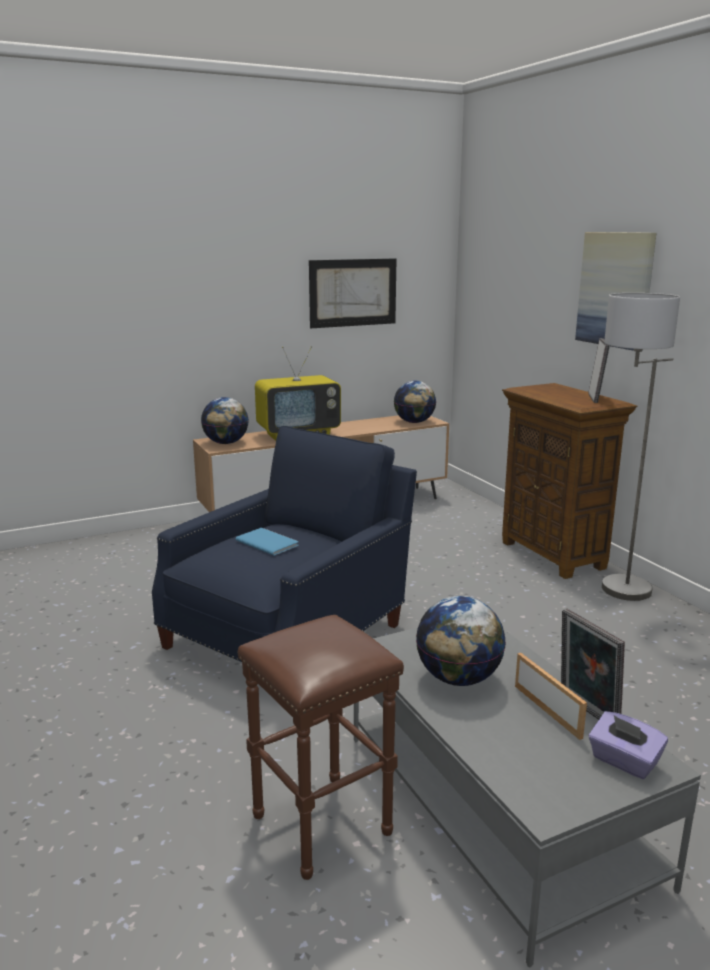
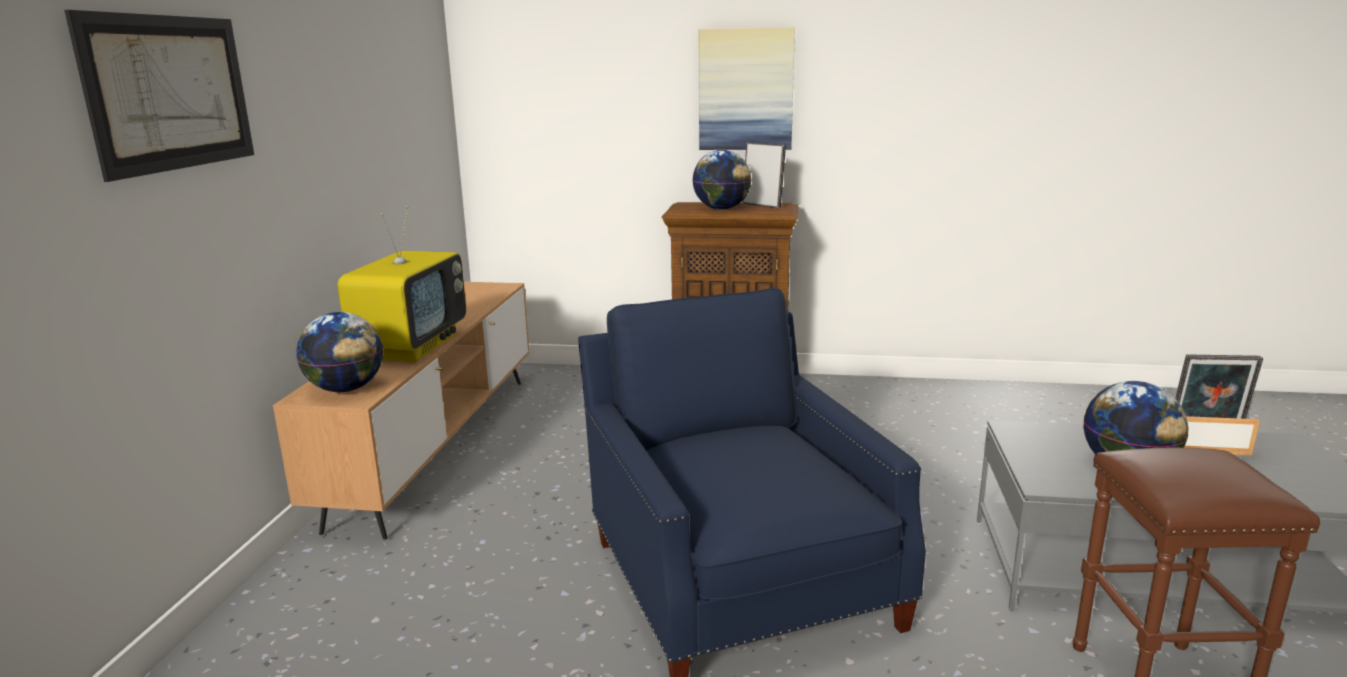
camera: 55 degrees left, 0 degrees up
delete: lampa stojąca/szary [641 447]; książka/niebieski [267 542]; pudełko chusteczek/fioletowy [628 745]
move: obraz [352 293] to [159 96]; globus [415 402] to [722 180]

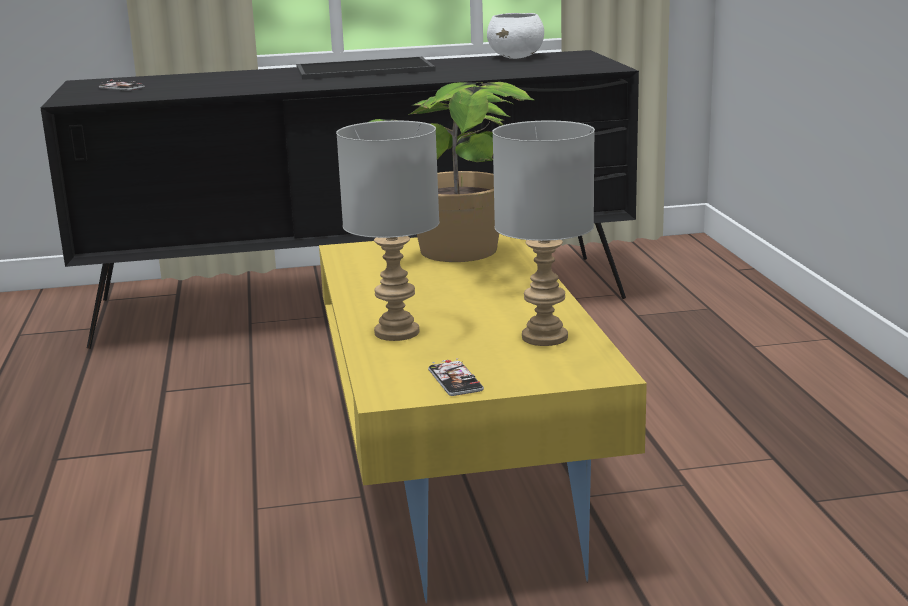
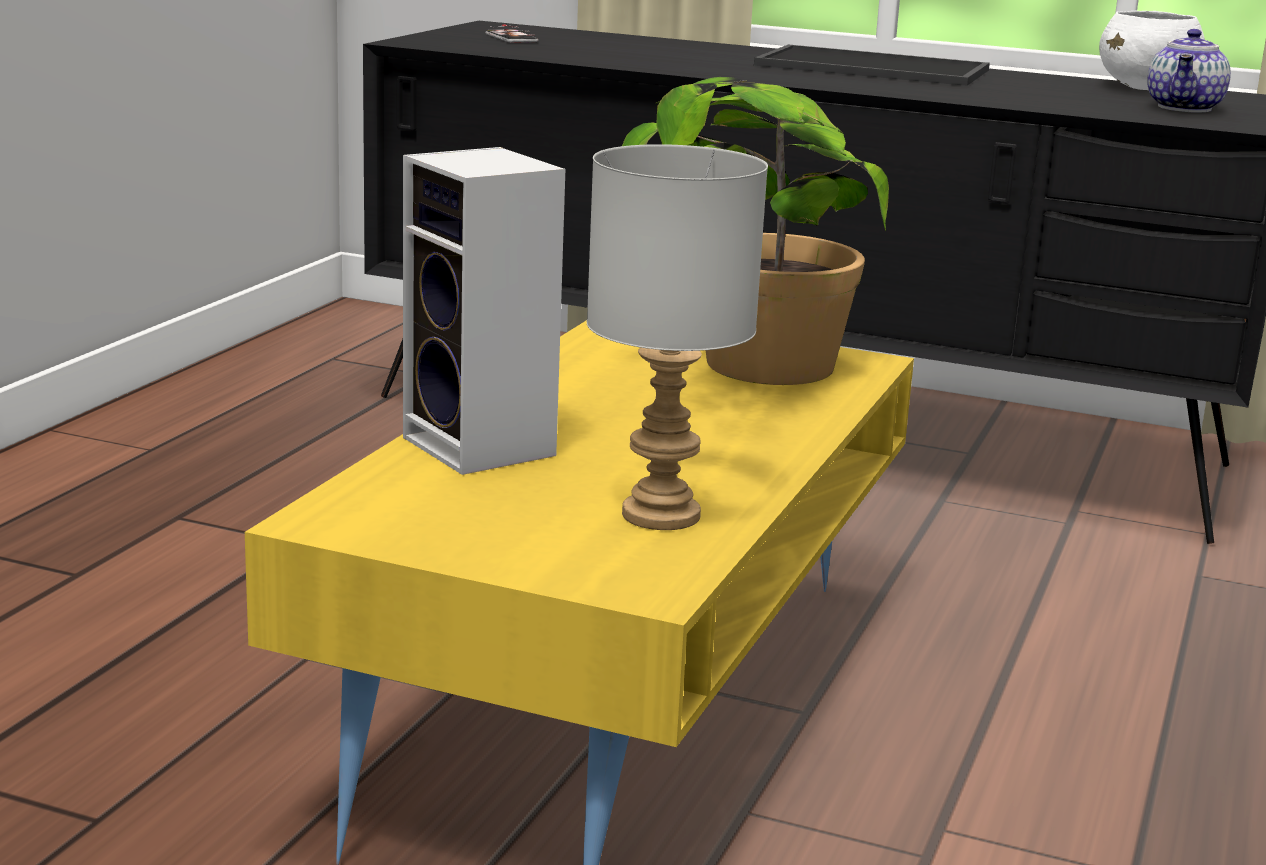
camera: 30 degrees right, 0 degrees up
delete: telefon [456 377]
insert: imbryk [1189 71]
replace: lampa stołowa/szary [388 231] to głośnik [484 311]

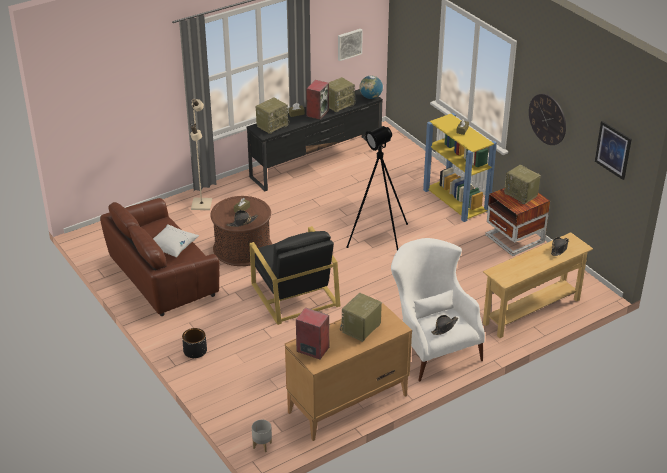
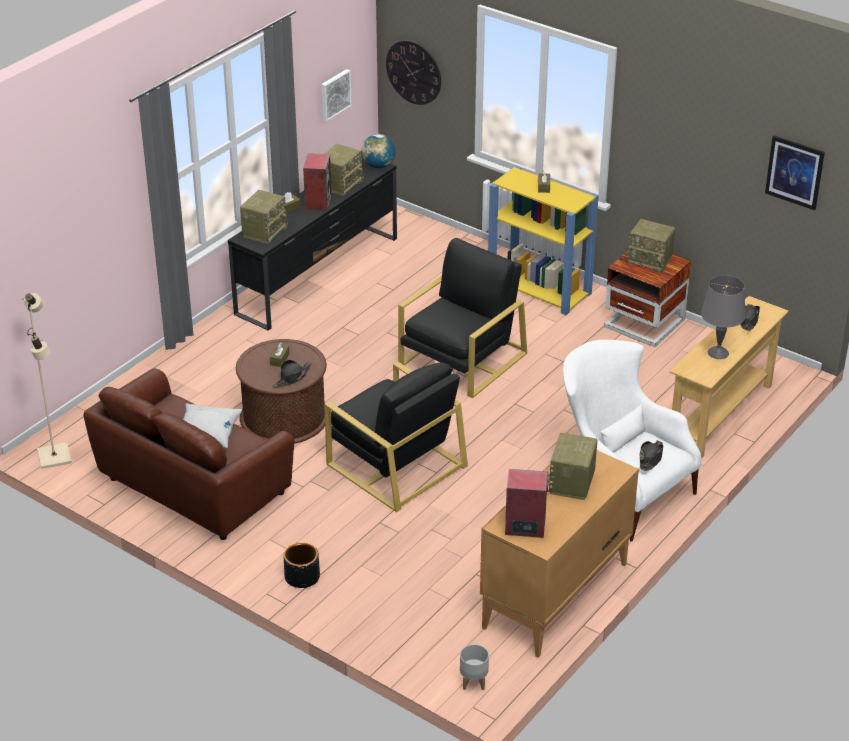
camera: 20 degrees left, 0 degrees up
insert: lampa stołowa/szary [723 317]
move: zegar ścienny [547 119] to [413 72]; lampa stojąca/beżowy [201 154] to [48 381]
replace: lampa stojąca/czarny [377 188] to fotel/czarny [462 318]

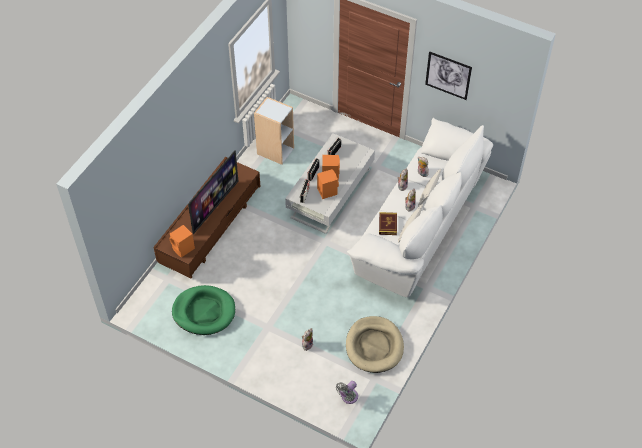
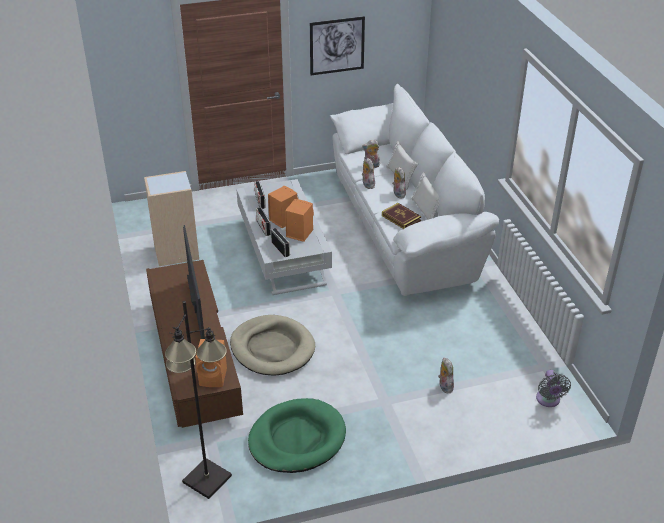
camera: 45 degrees left, 15 degrees down
insert: lampa stojąca/czarny [198 400]
move: legowisko/beżowy [375 344] to [272 345]

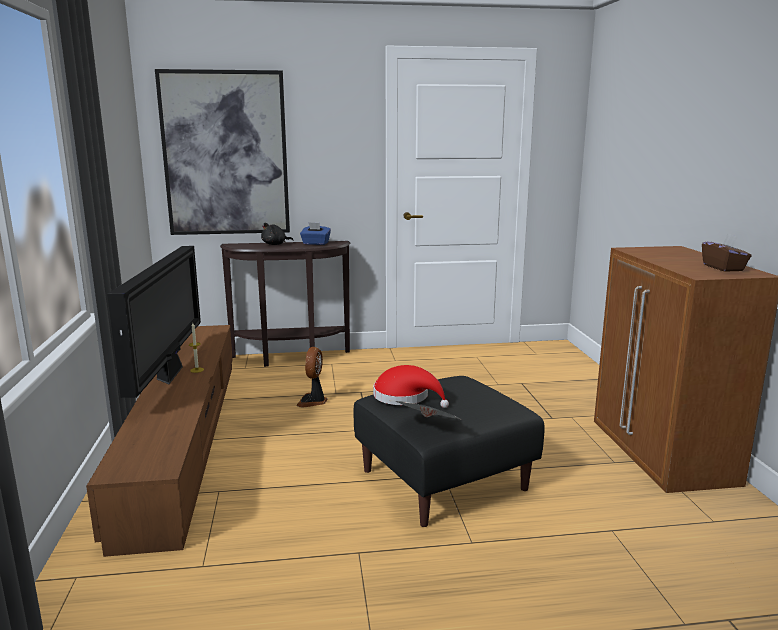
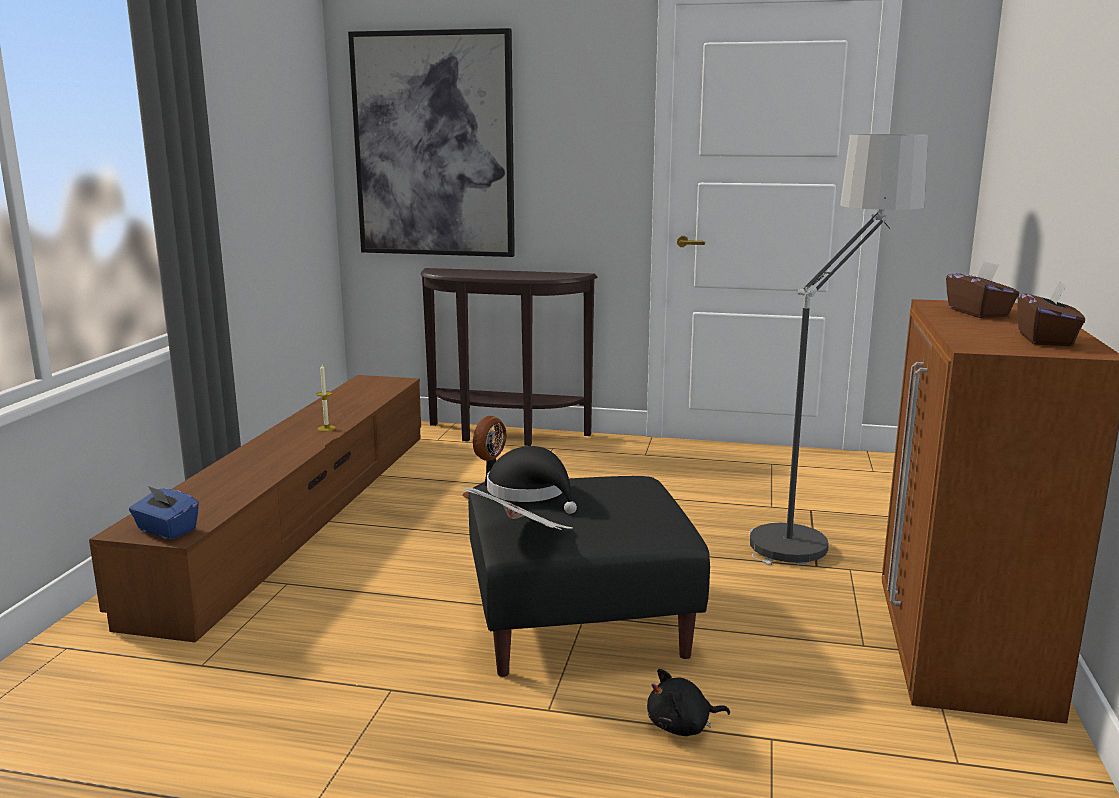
camera: 20 degrees right, 0 degrees up
delete: telewizor [154 322]
insert: lampa stojąca [838 349]; pudełko chusteczek/brązowy [982 289]
move: pudełko chusteczek/niebieski [315 233] to [164 513]; pluszak/czarny [277 234] to [688 702]
recolor: kapelusz/czerwony [411 386] to kapelusz/czarny [532 480]

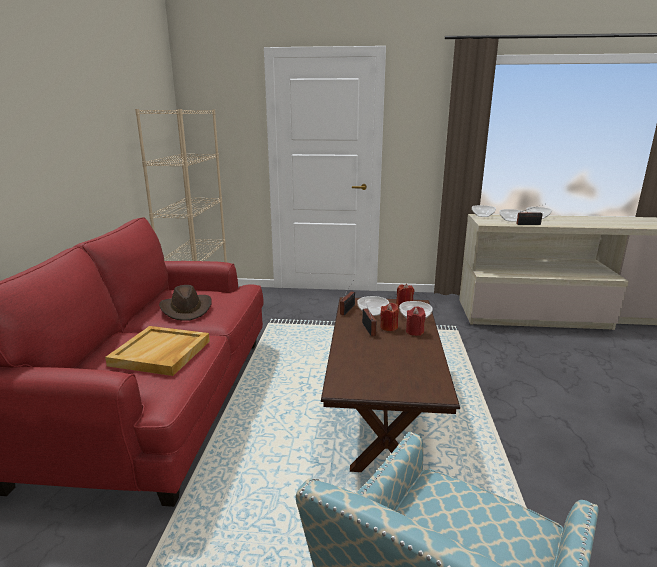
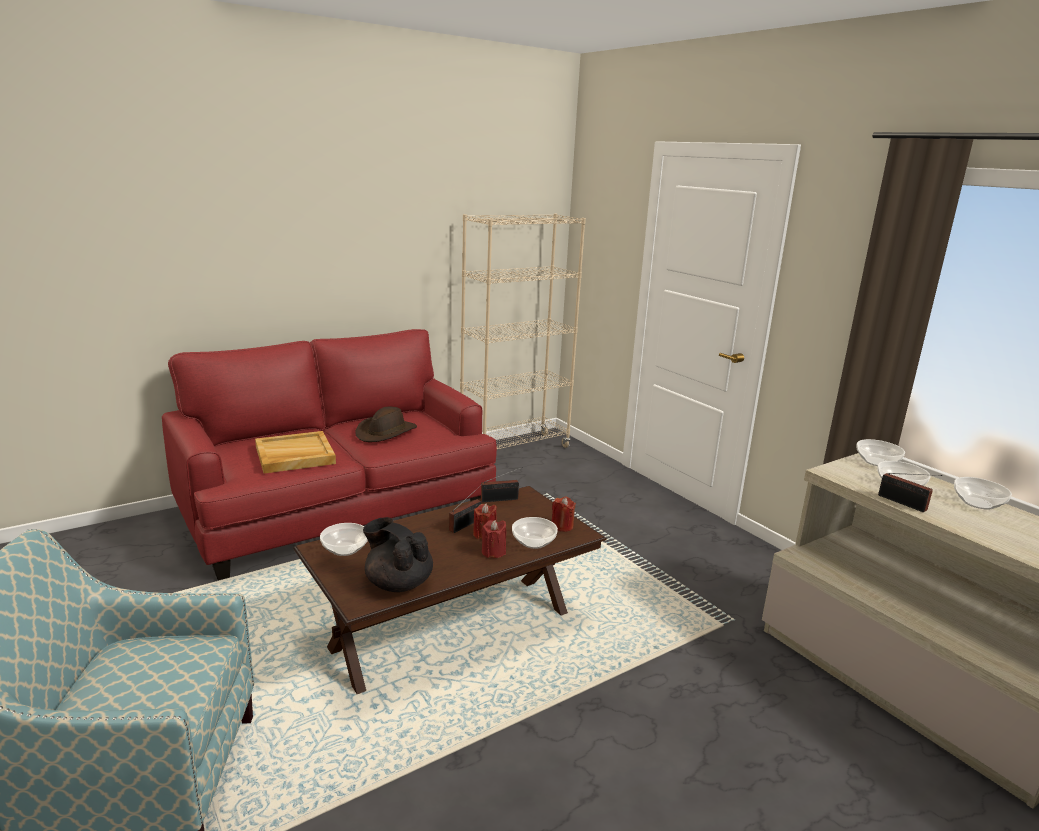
camera: 50 degrees right, 0 degrees up
insert: imbryk/czarny [398 554]
move: miska [373 306] to [344 539]

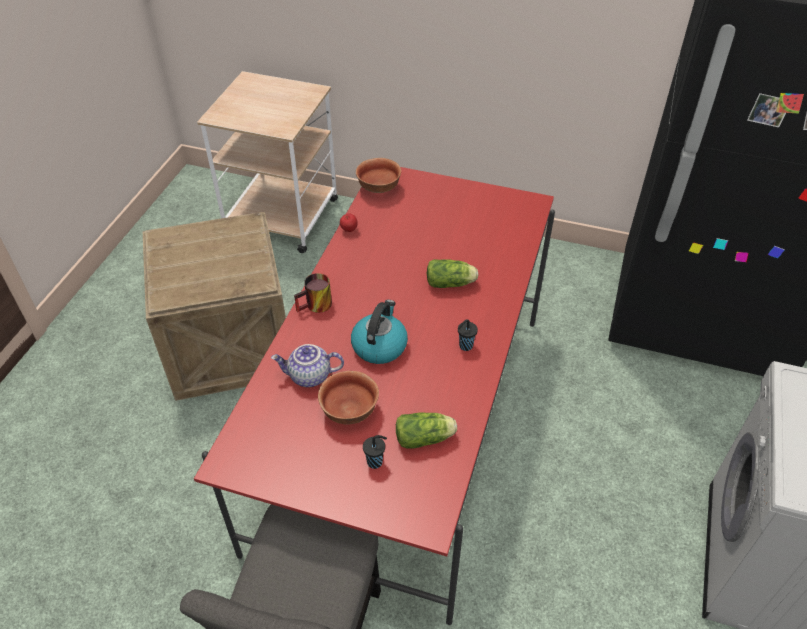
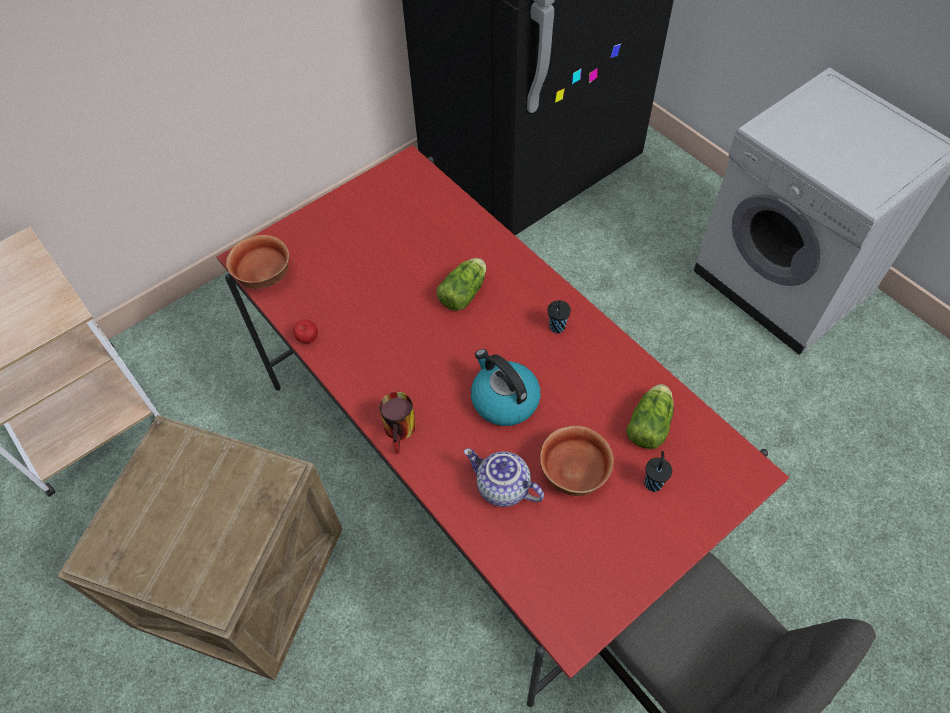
camera: 55 degrees left, 10 degrees up
rotate: imbryk [307 365] = [504 477] 90 degrees clockwise

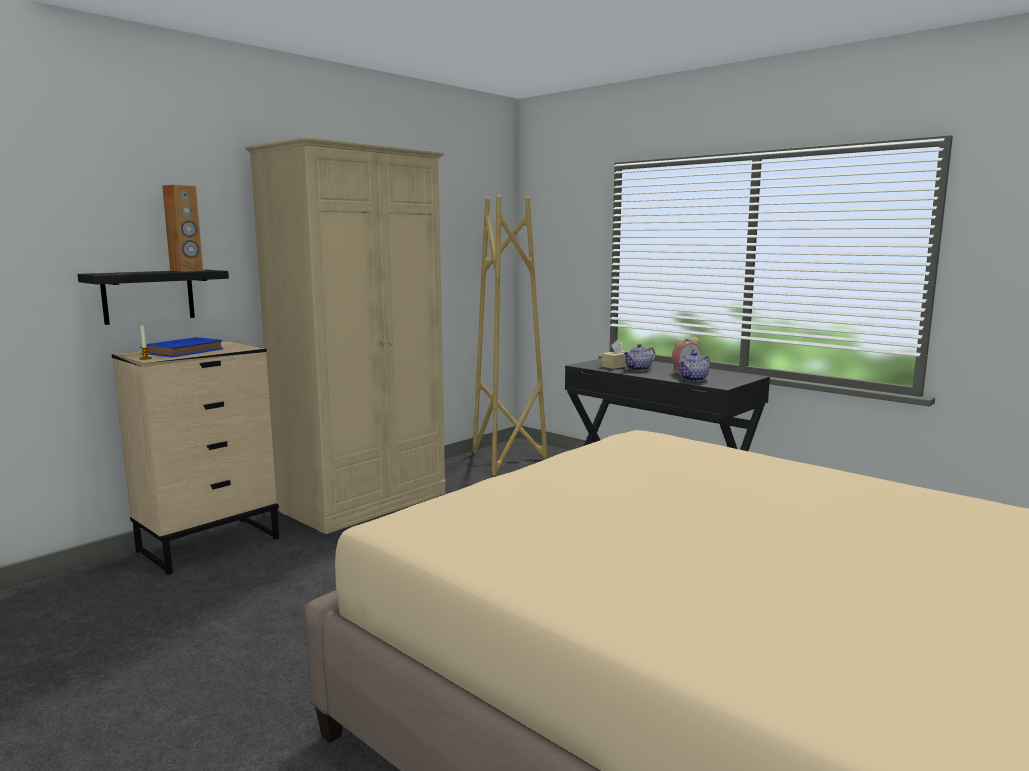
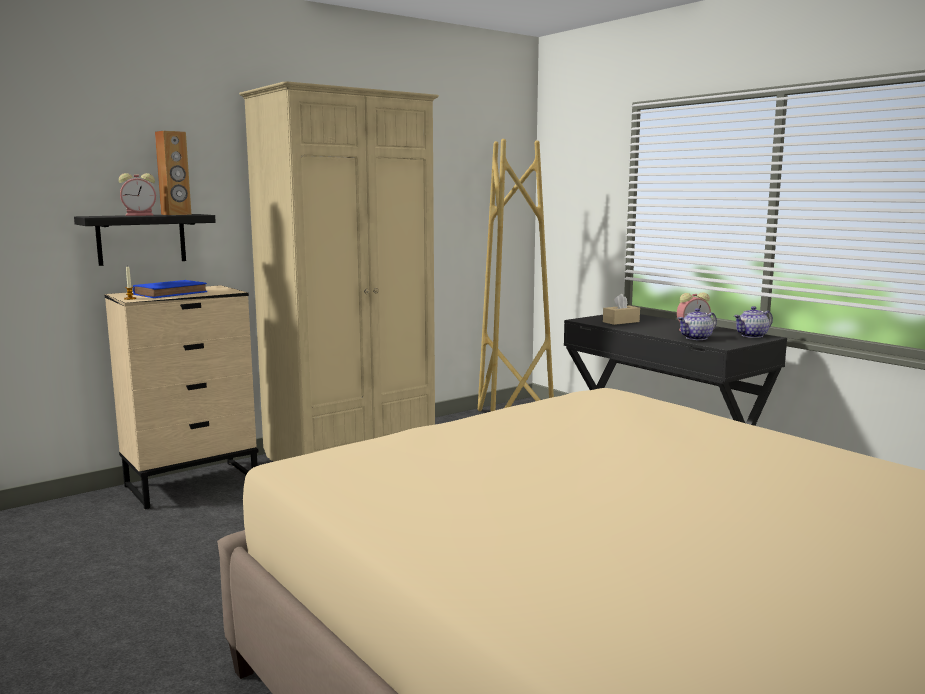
camera: 10 degrees right, 0 degrees up
insert: budzik [137 194]
move: imbryk [639 357] to [753 322]

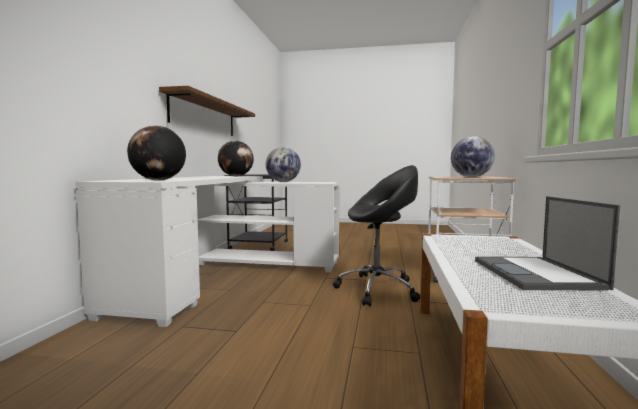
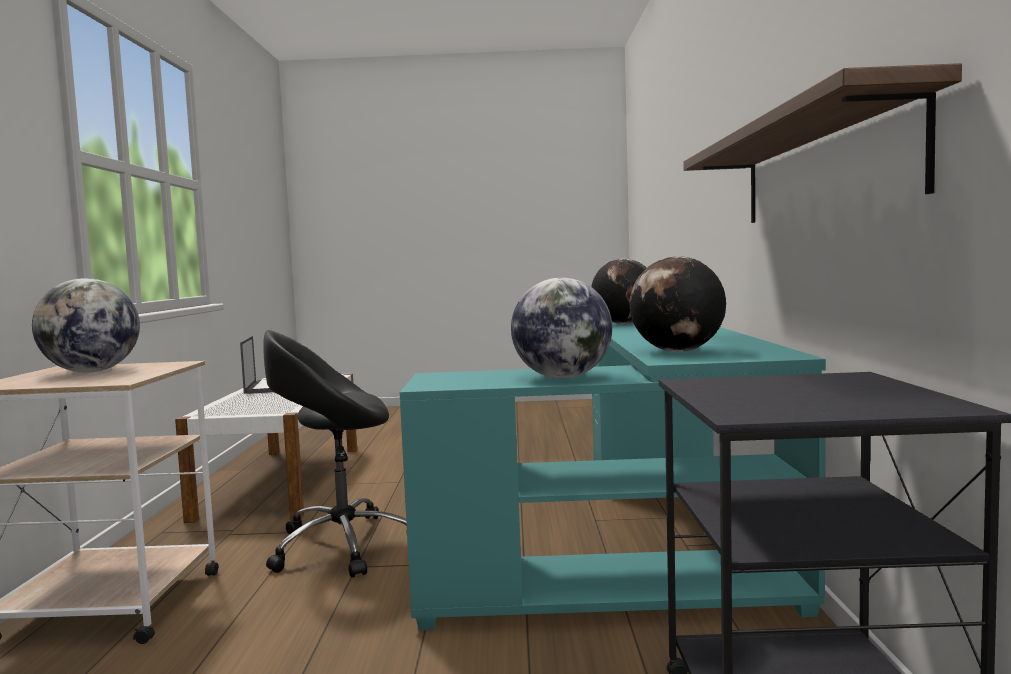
camera: 170 degrees right, 0 degrees up
recolor: biurko/biały [207 251] to biurko/turkusowy [613 476]

